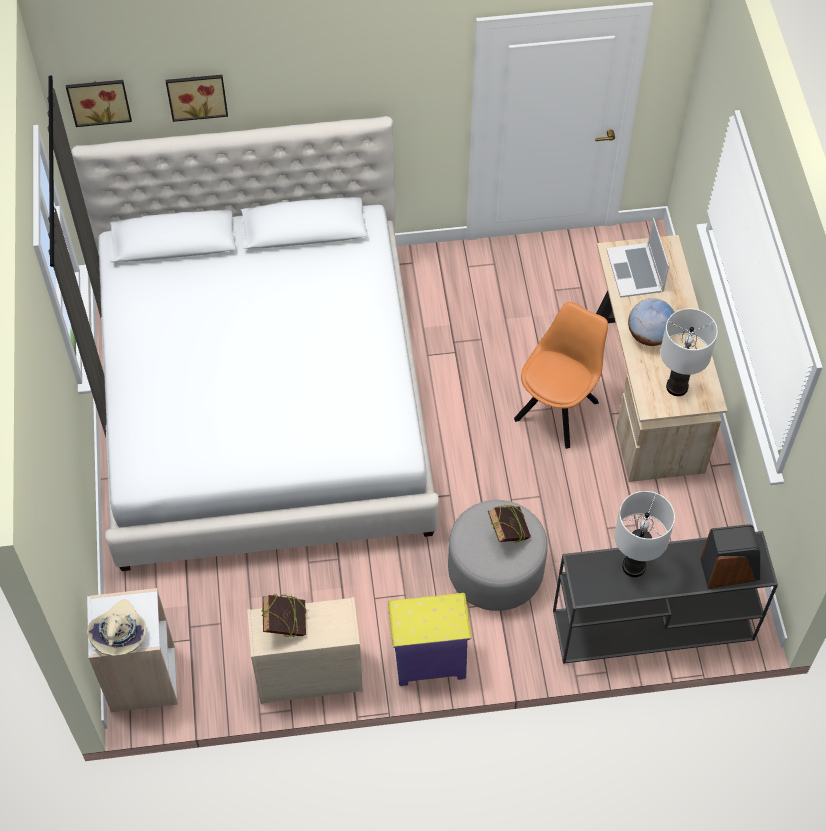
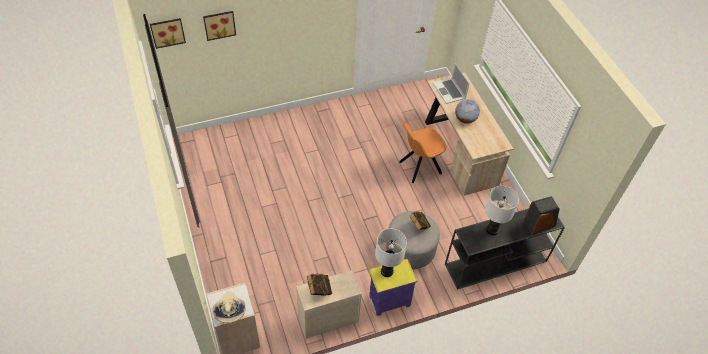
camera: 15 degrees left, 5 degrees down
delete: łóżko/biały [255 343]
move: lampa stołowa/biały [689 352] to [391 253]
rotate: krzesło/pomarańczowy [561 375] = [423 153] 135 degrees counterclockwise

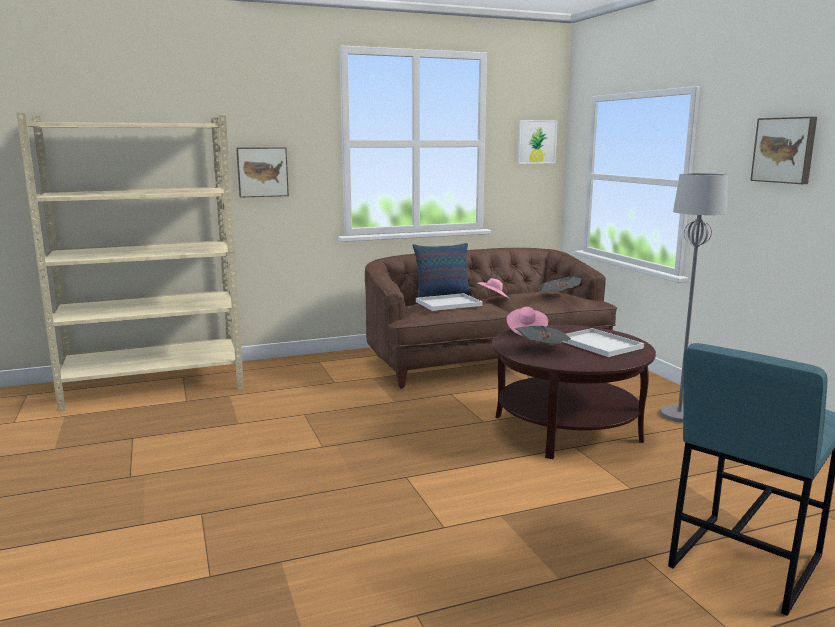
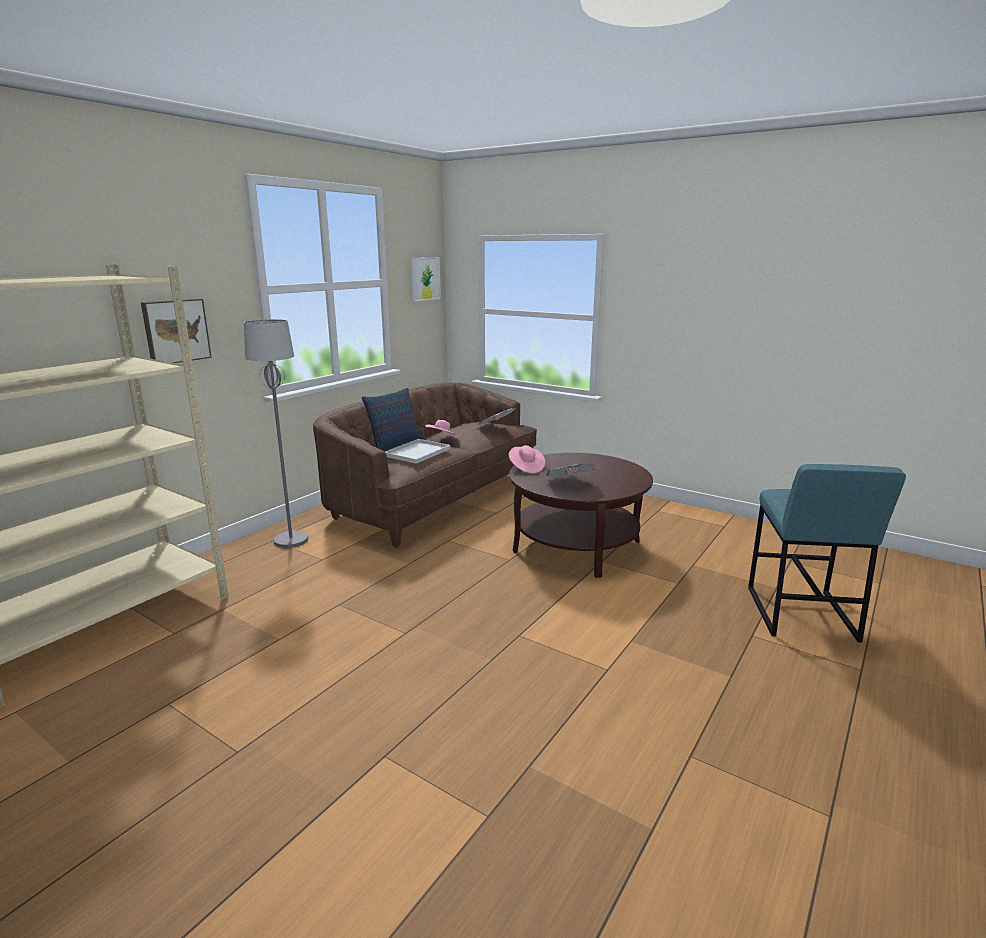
camera: 35 degrees left, 5 degrees up
delete: obraz [783 150]; taca/biały [603 342]
move: lampa stojąca/szary [694 297] to [276 433]

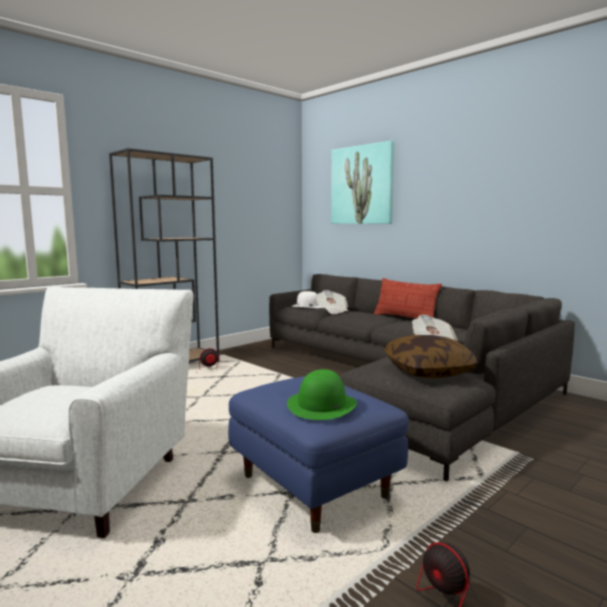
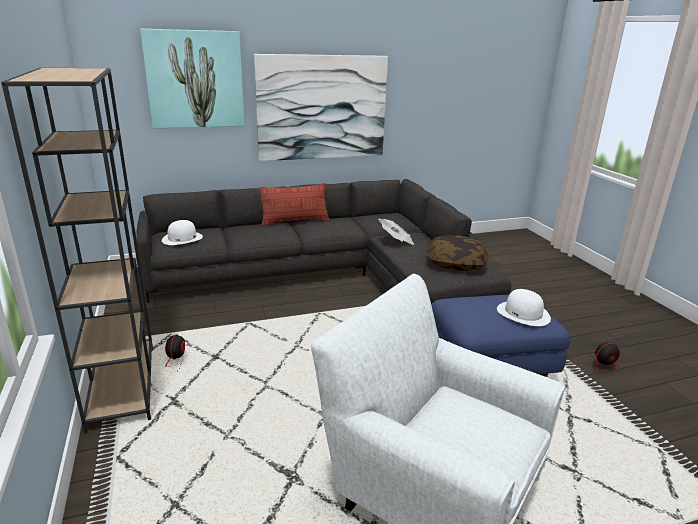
camera: 65 degrees left, 15 degrees up
delete: gazeta [332 302]
insert: obraz [321 107]
recolor: kapelusz/zielony [322 394] to kapelusz/biały [524 307]

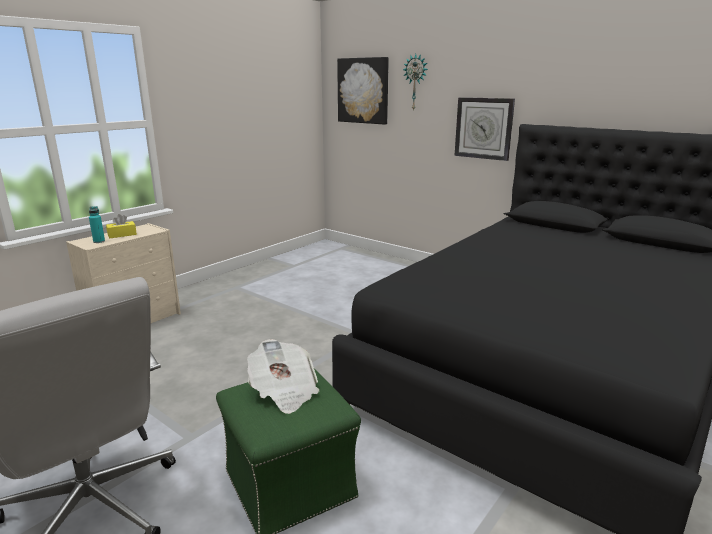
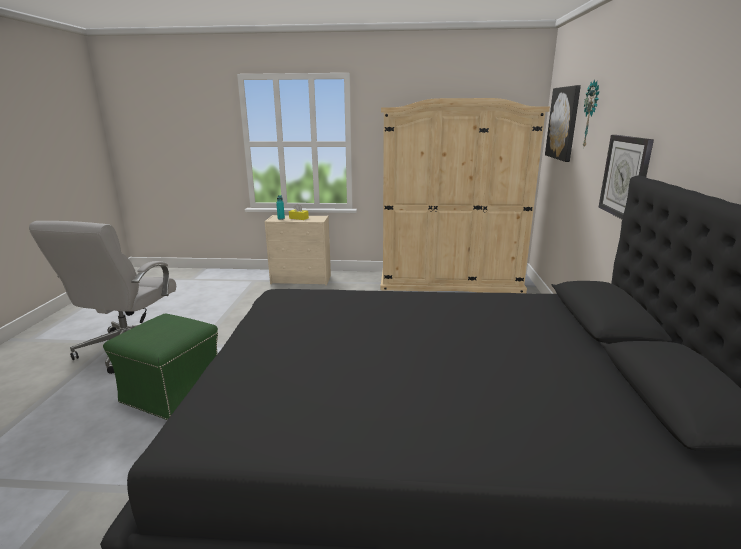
camera: 55 degrees right, 0 degrees up
delete: gazeta [283 376]
insert: szafa/beżowy [465 195]

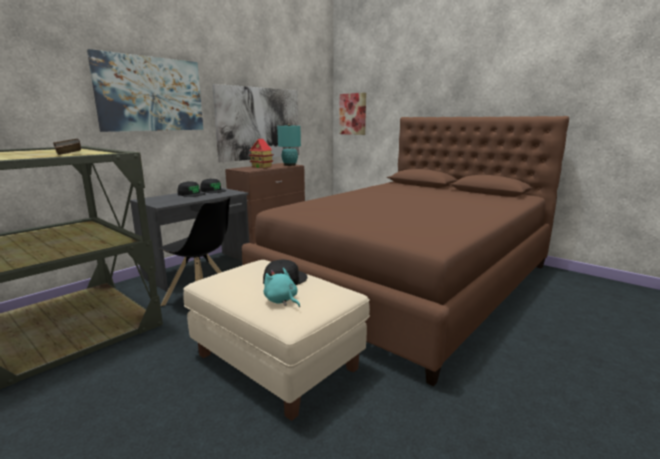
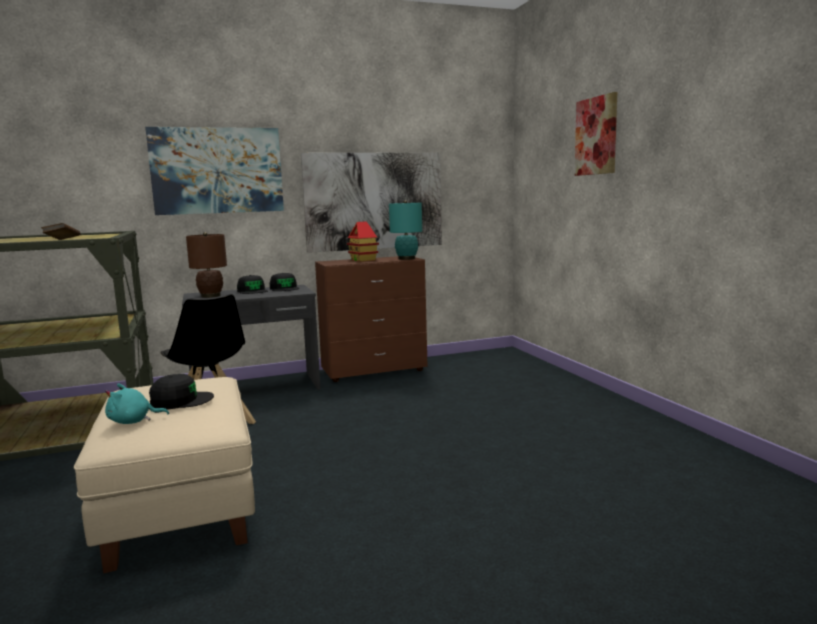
camera: 30 degrees right, 5 degrees down
delete: łóżko/brązowy [405 251]
insert: lampa stołowa/brązowy [206 265]
move: obraz [352 114] to [596 134]
rotate: pluszak/turkusowy [282 287] = [137 404] 90 degrees counterclockwise

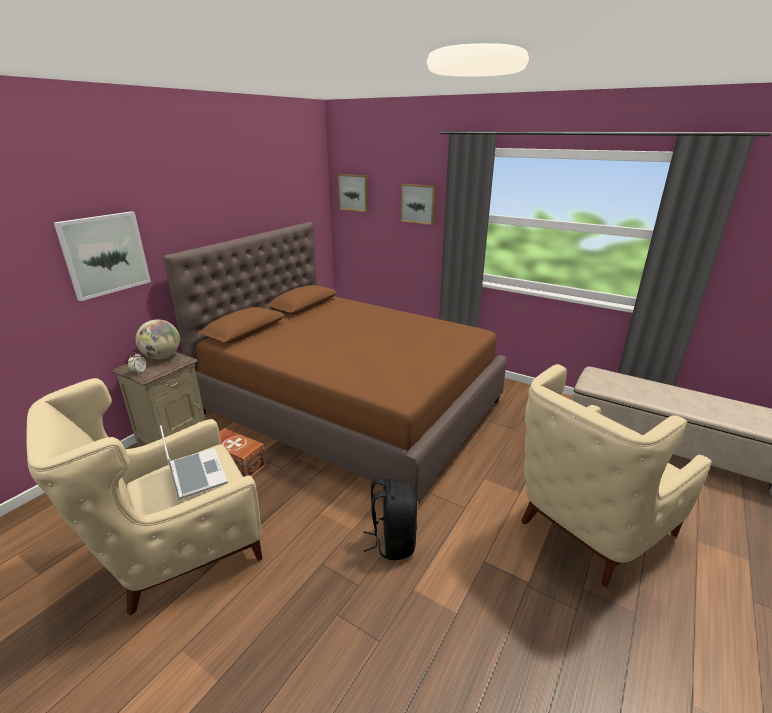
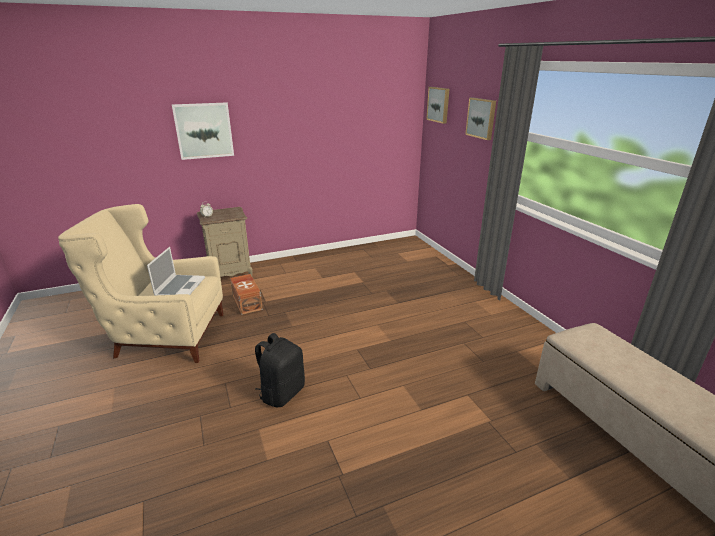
camera: 35 degrees right, 0 degrees up
delete: łóżko/brązowy [334 361]; globus [158 339]; fotel/beżowy [616 475]

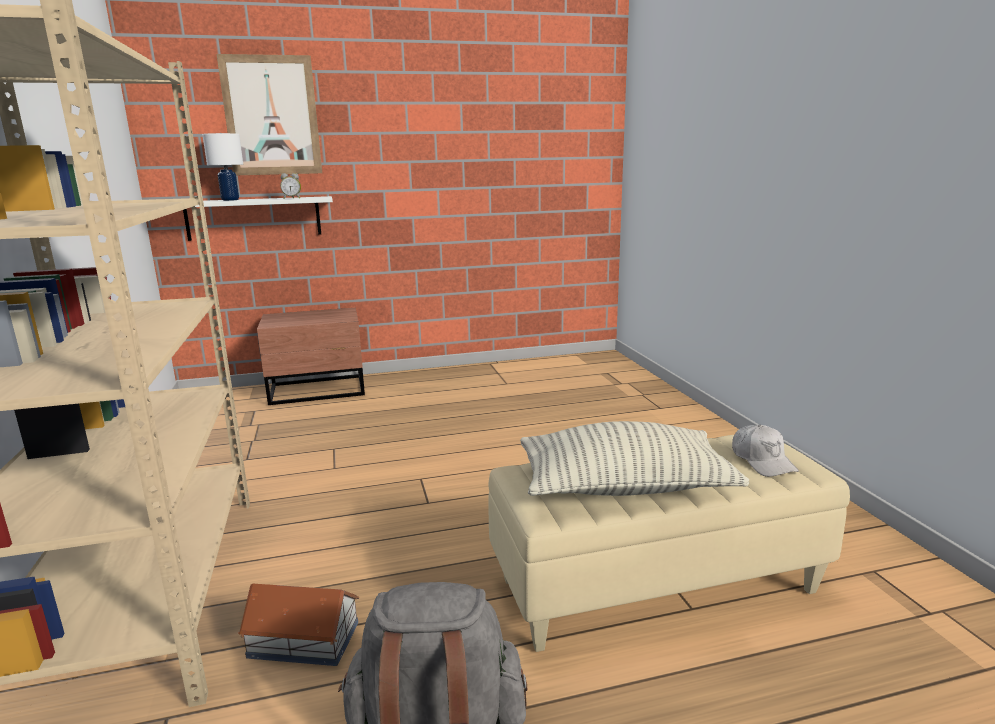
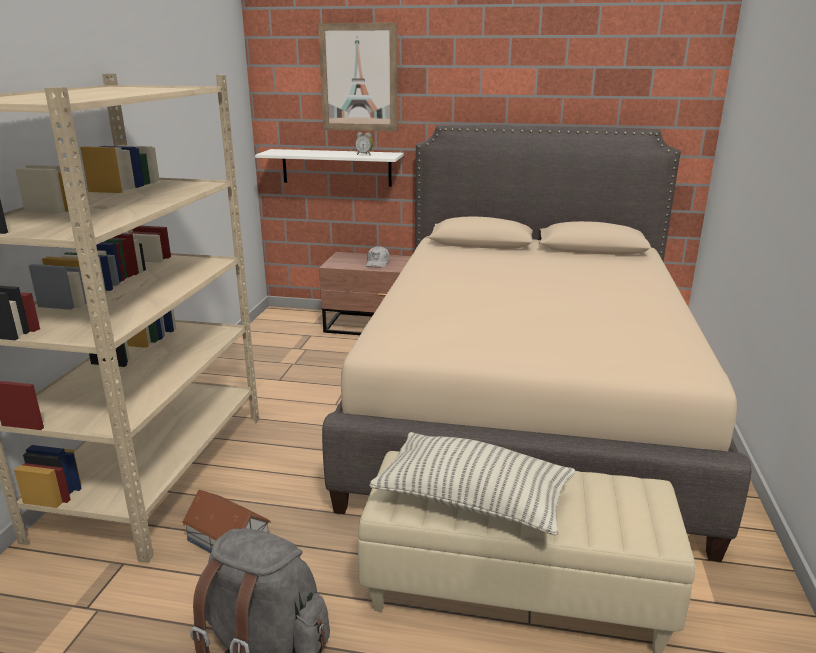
camera: 25 degrees right, 5 degrees up
delete: lampa stołowa/biały [222 167]
insert: łóżko/beżowy [537 343]
move: czapka z daszkiem/biały [765 451] to [378 257]

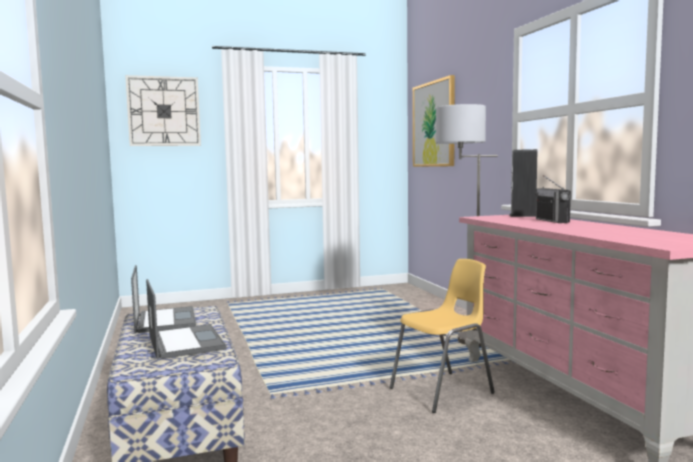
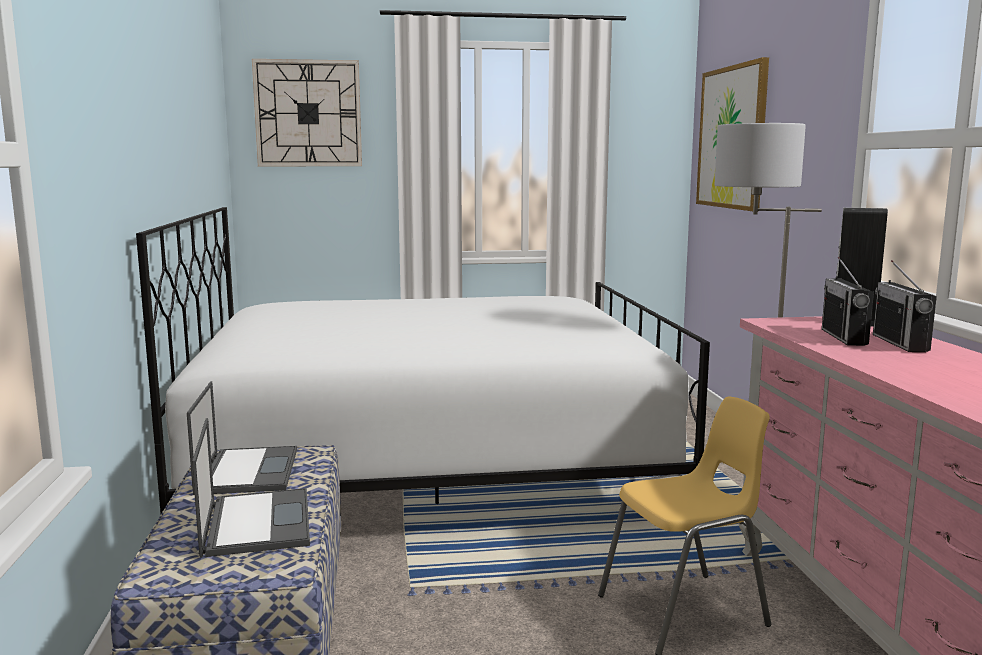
camera: 10 degrees right, 5 degrees up
insert: łóżko/biały [423 360]; radio [848 301]

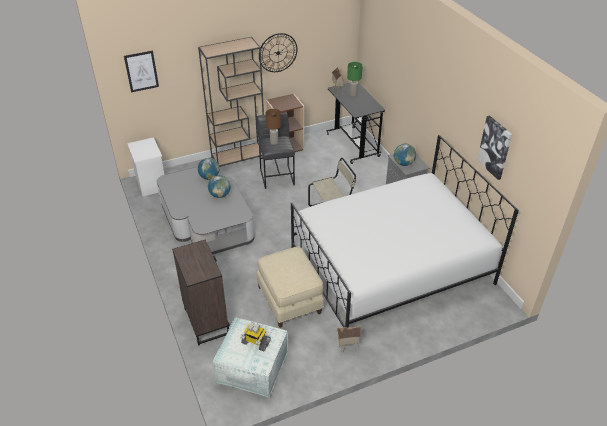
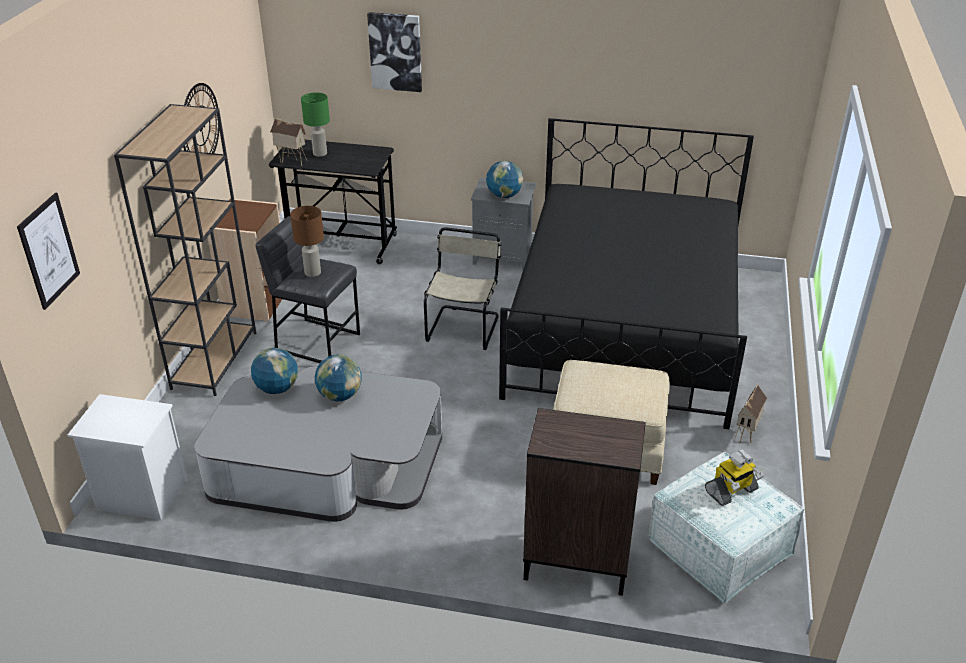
camera: 55 degrees left, 5 degrees down
move: obraz [494 147] to [394 52]
recolor: łóżko/biały [405 231] to łóżko/czarny [626 273]

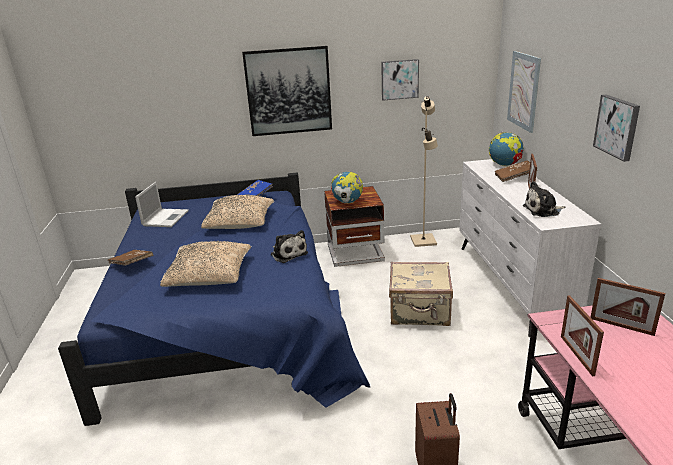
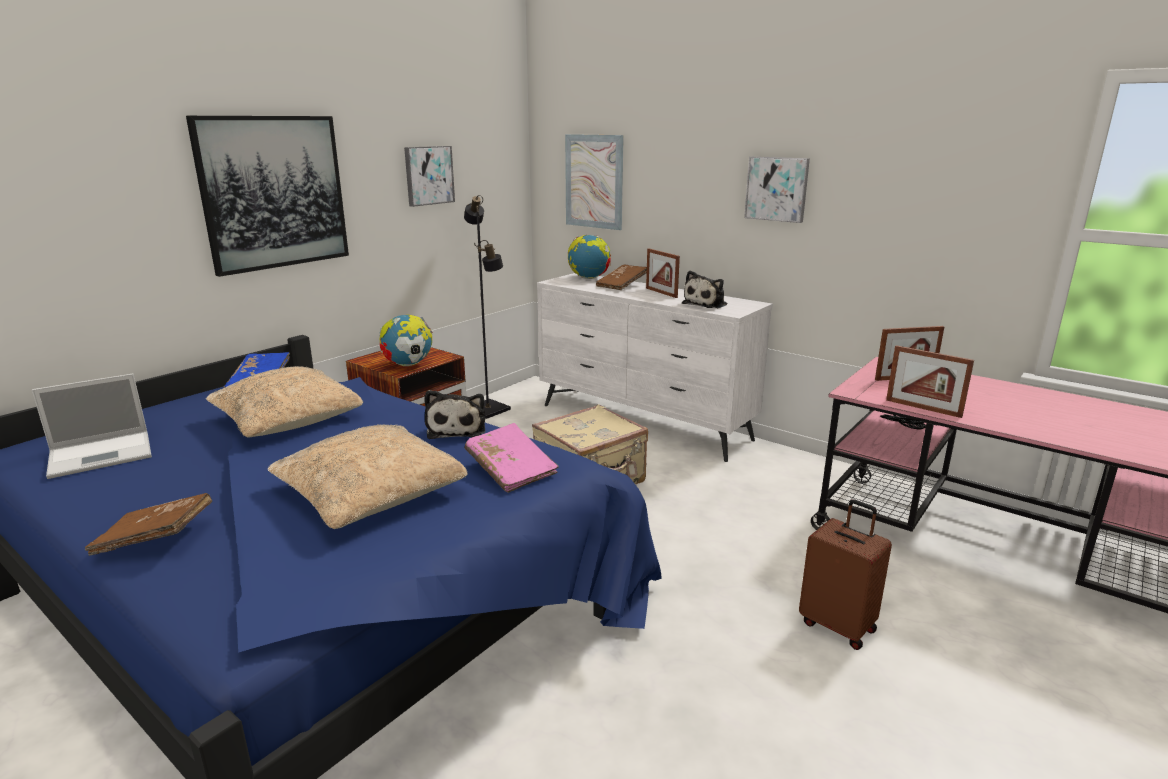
camera: 45 degrees left, 5 degrees down
insert: książka/różowy [512 458]
recolor: lampa stojąca/beżowy [424 171] to lampa stojąca/czarny [487 307]
rotate: laptop [162 204] = [92 426] 90 degrees clockwise; pluszak [289 246] = [455 414] 75 degrees clockwise

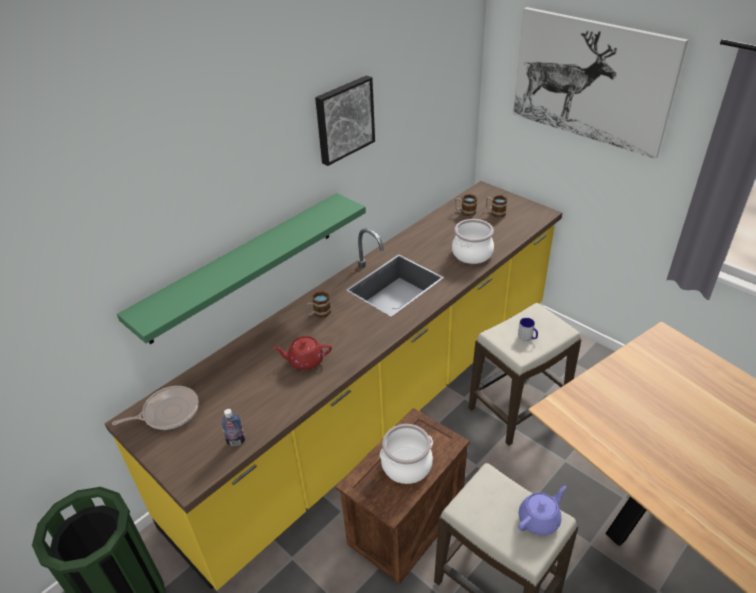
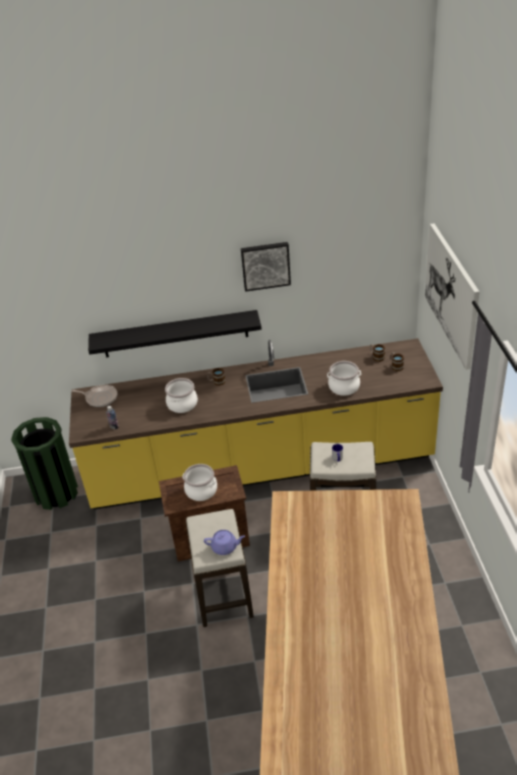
camera: 40 degrees right, 0 degrees up
replace: imbryk/czerwony [302 353] to garnek [181 395]
recolor: półka/zielony [241 268] to półka/czarny [175 334]

